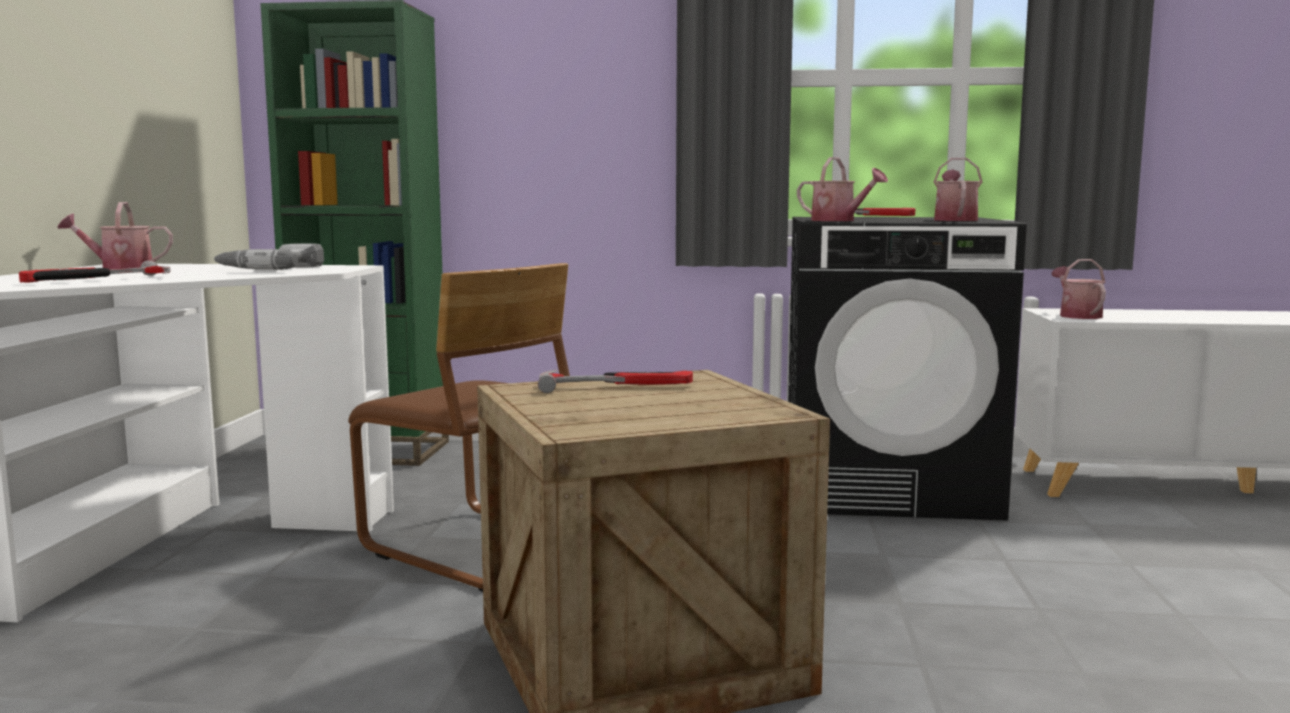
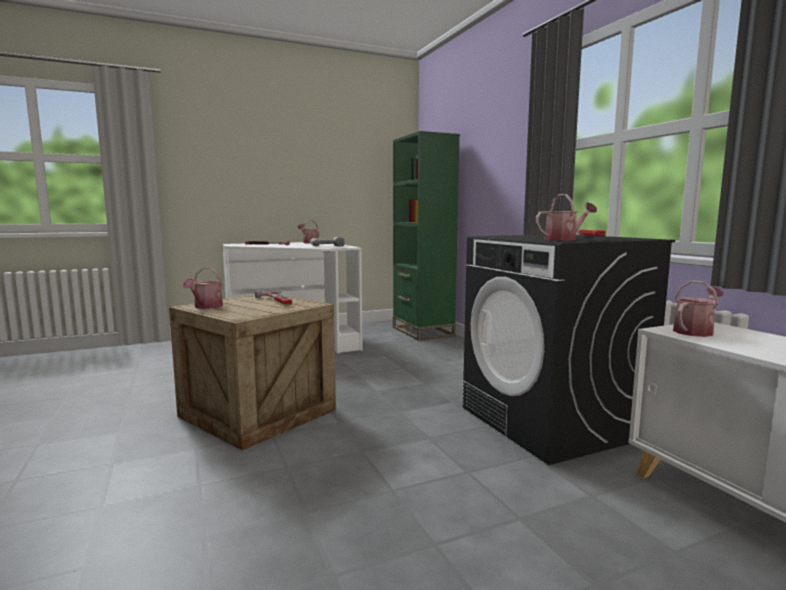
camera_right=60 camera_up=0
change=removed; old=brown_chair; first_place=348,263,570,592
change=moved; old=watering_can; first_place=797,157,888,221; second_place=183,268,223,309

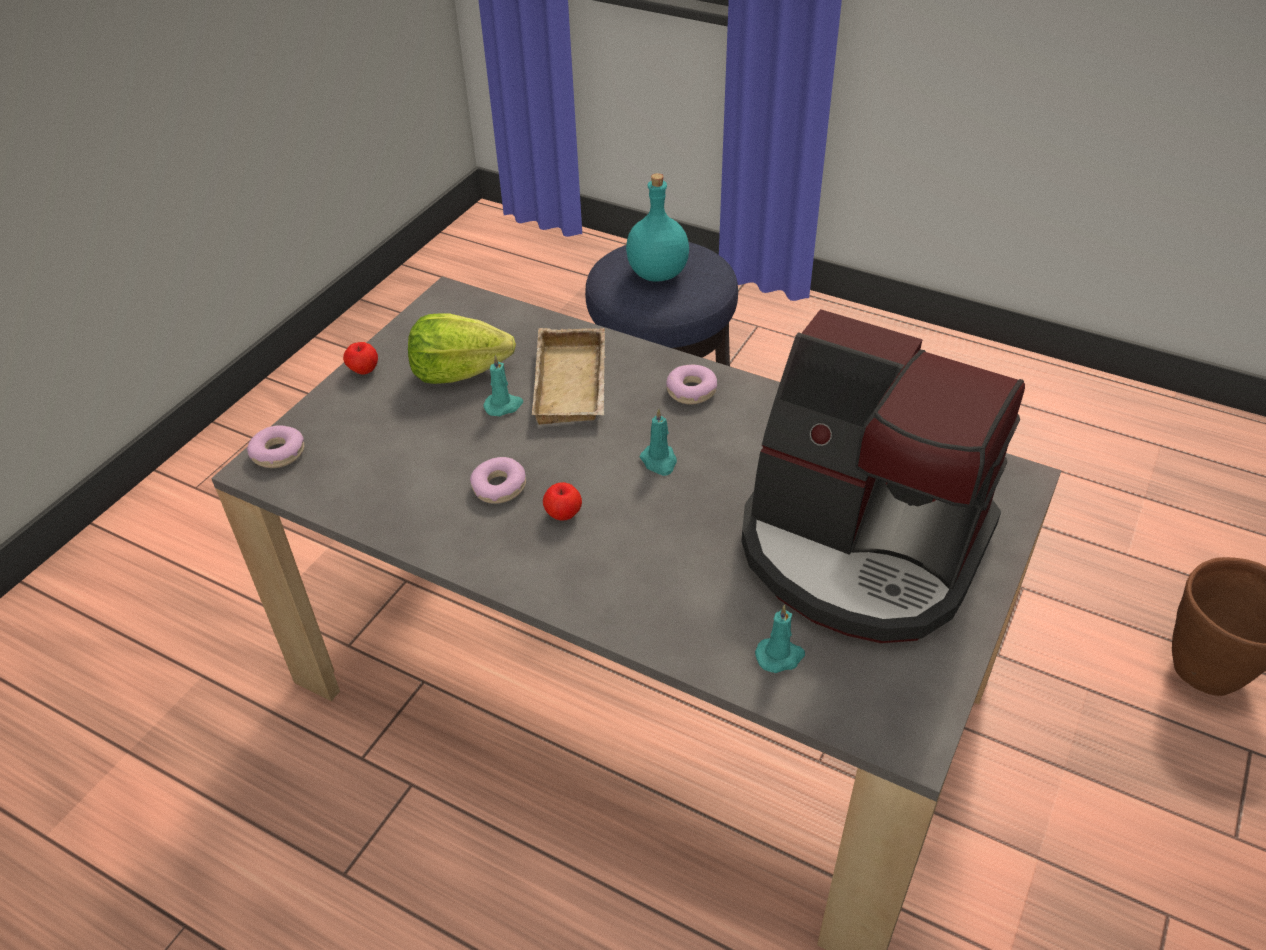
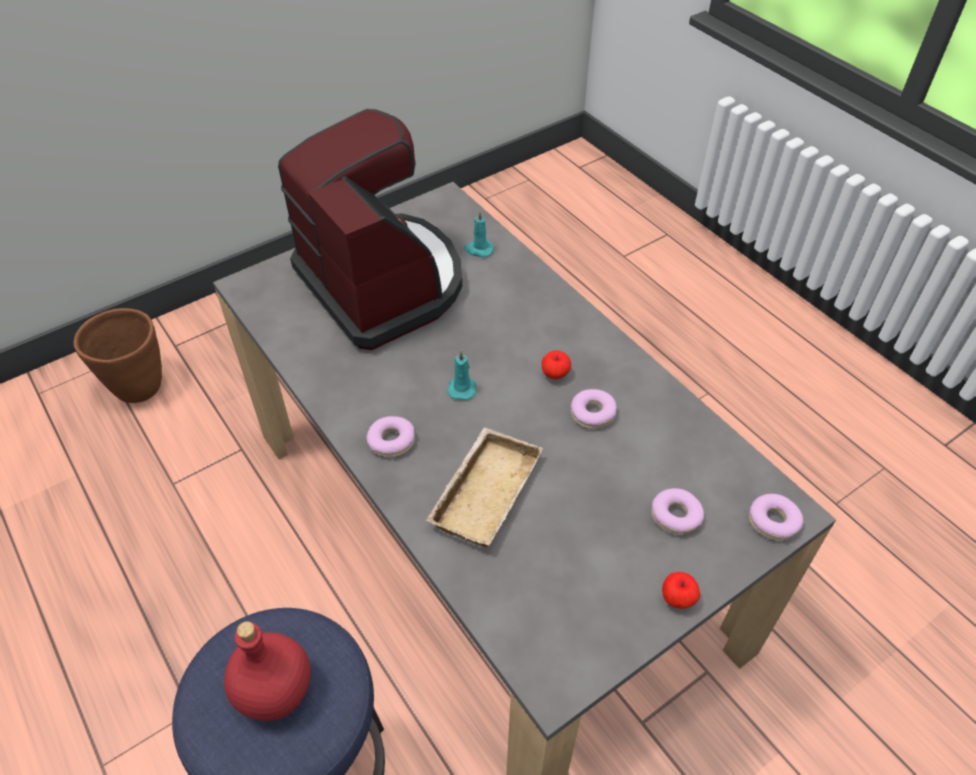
camera_right=-155 camera_up=5
change=removed; old=lettuce; first_place=408,313,516,384
change=removed; old=turquoise_candle; first_place=483,355,523,416
change=recoloured; old=turquoise_bottle; new=red_bottle; first_place=626,173,689,282; second_place=224,621,311,721
change=added; new=donut; second_place=651,488,704,535

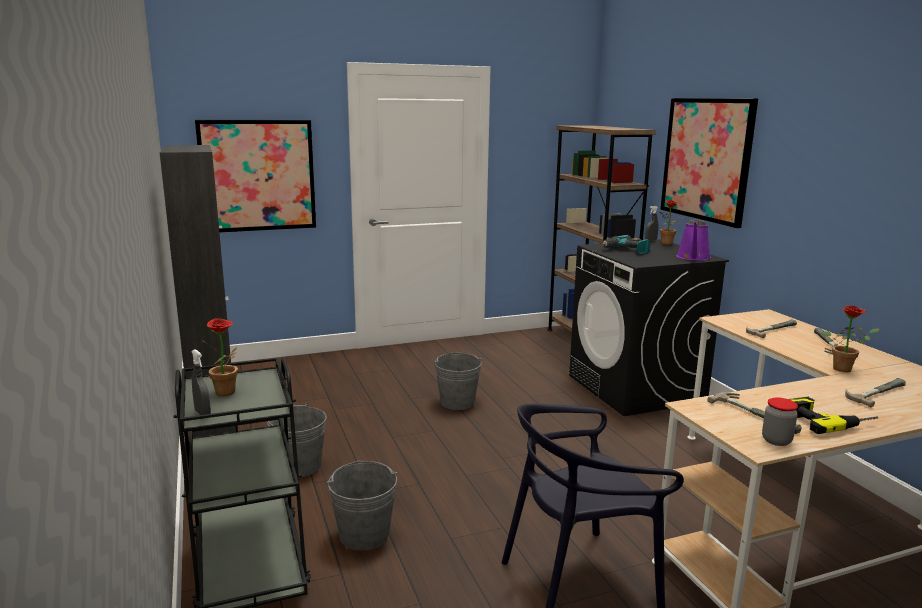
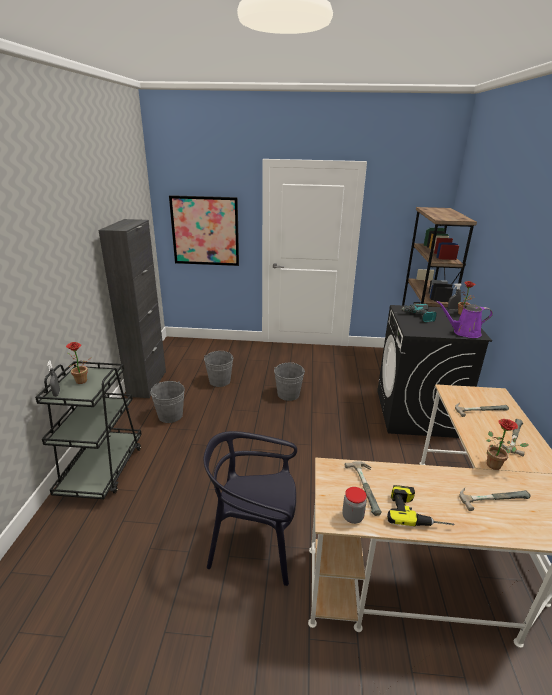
camera_right=25 camera_up=10
change=moved; old=grey_bucket; first_place=327,461,397,551; second_place=204,351,233,387
change=removed; old=picture; first_place=660,98,758,228
change=turned; old=purple_watering_can; first_place=677,219,711,261; second_place=436,301,493,338; degrees=45

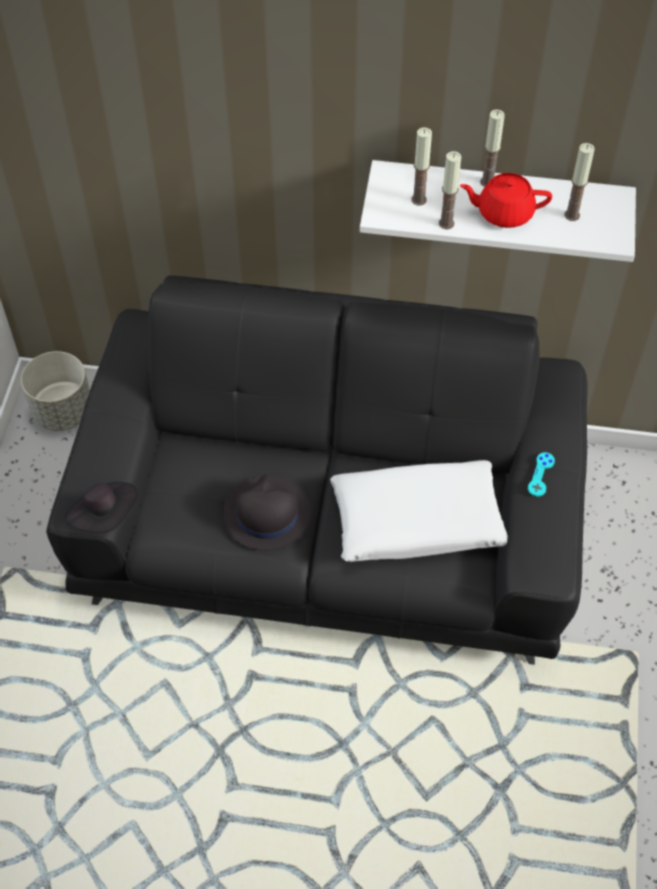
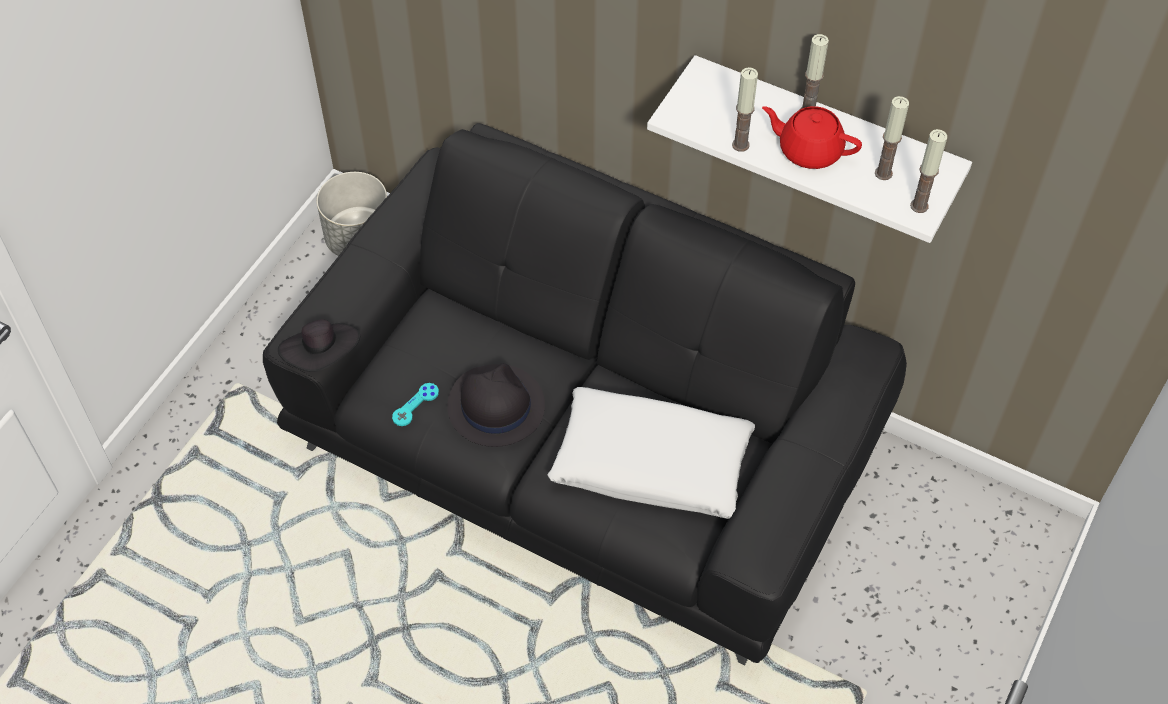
camera_right=20 camera_up=0
change=moved; old=candle; first_place=411,127,432,206; second_place=910,129,947,213
change=moved; old=turquoise_game_controller; first_place=528,452,555,497; second_place=392,383,439,426

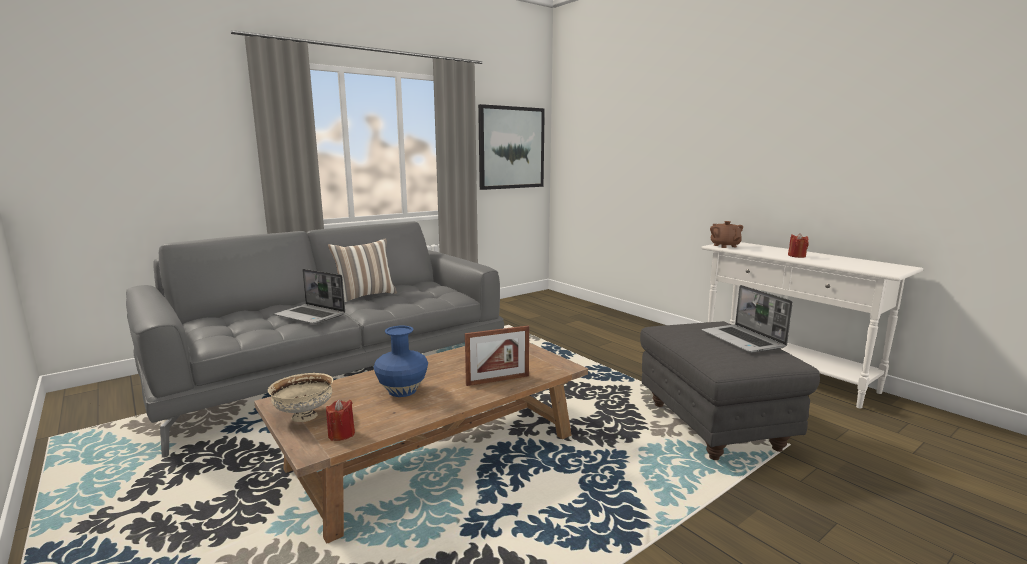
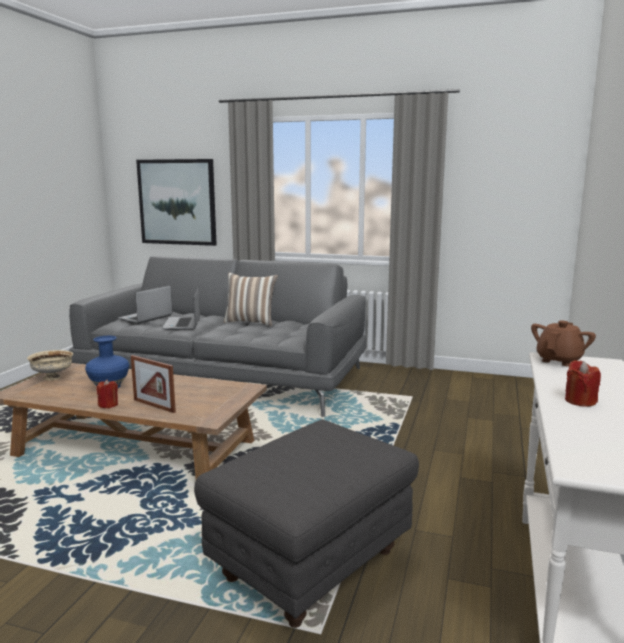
camera_right=55 camera_up=0
change=moved; old=red_candle; first_place=326,399,355,441; second_place=97,379,118,408
change=moved; old=picture; first_place=478,104,545,190; second_place=136,159,217,246
change=moved; old=laptop; first_place=702,285,793,353; second_place=118,286,173,324

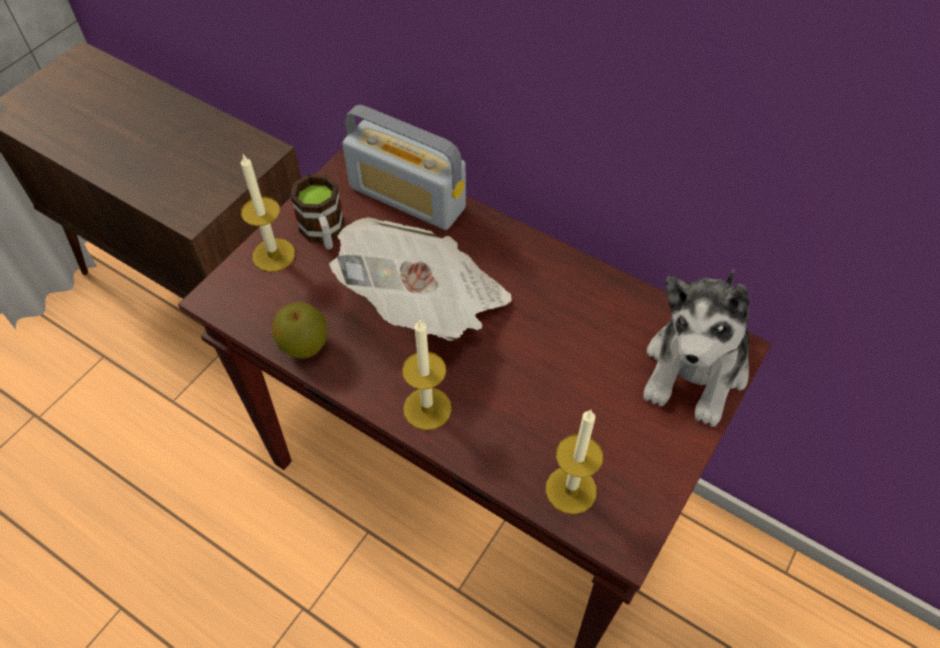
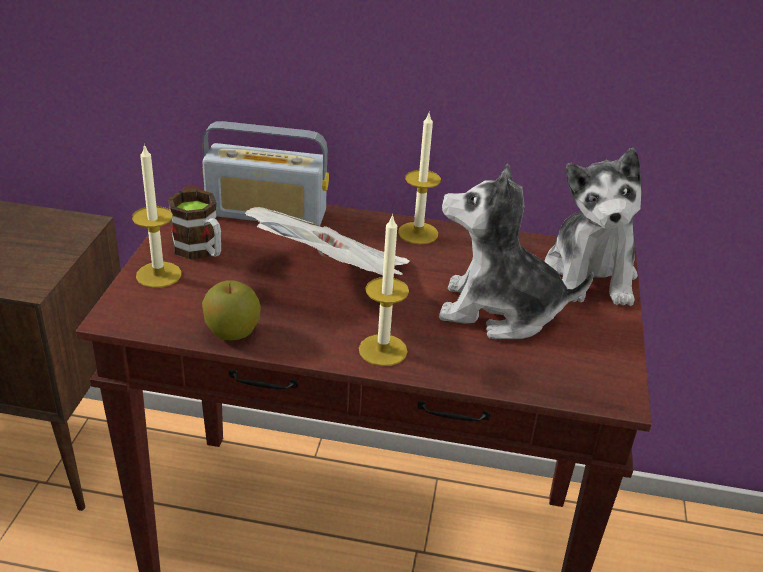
camera_right=-25 camera_up=-20
change=moved; old=candle; first_place=546,410,603,514; second_place=398,111,441,244
change=added; new=plush_toy; second_place=439,164,594,339

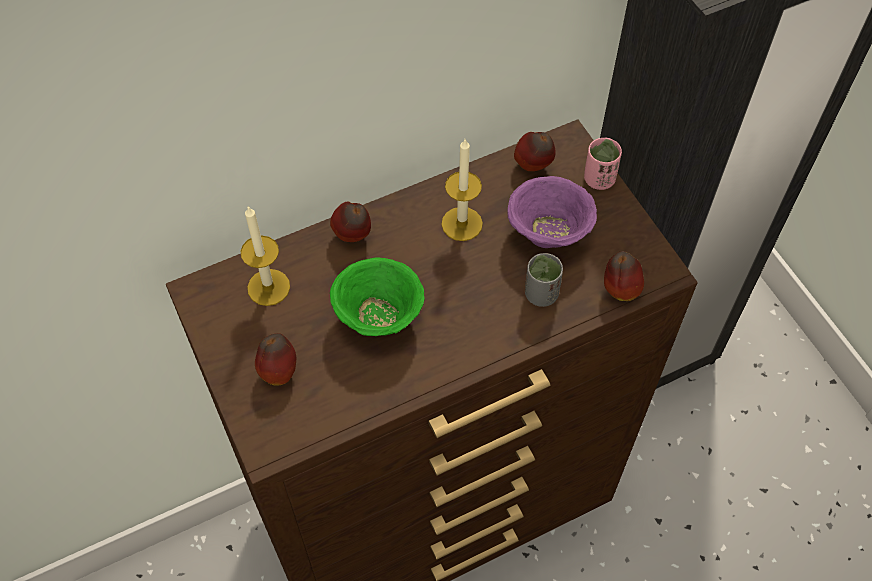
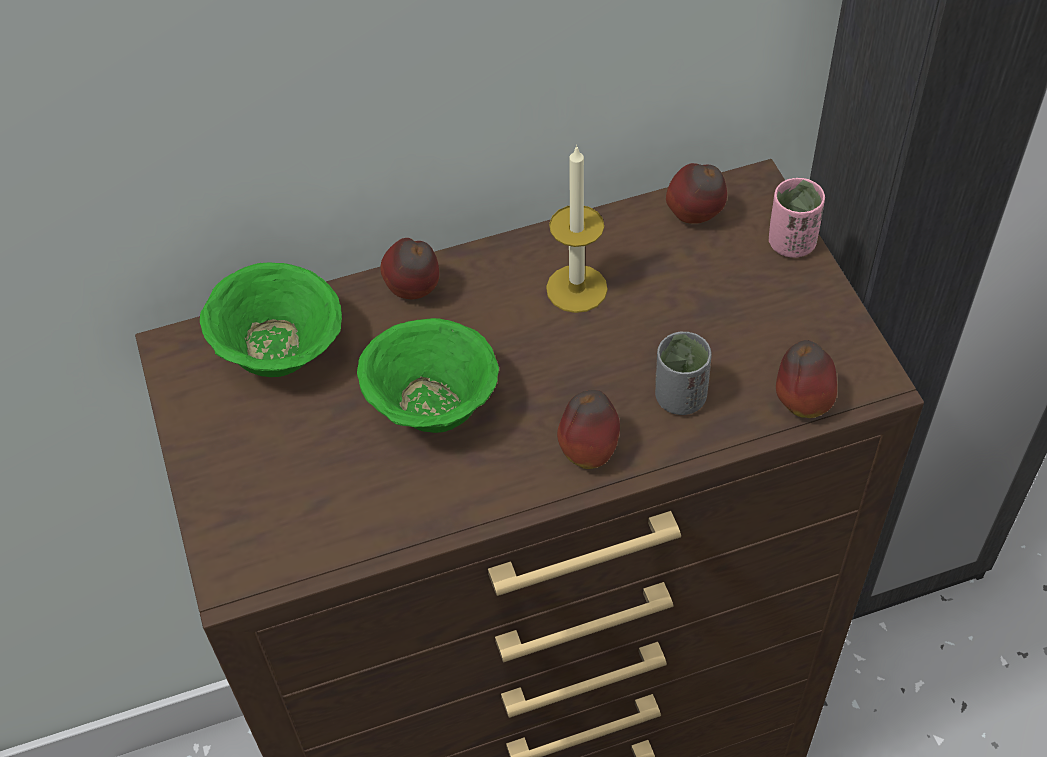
camera_right=10 camera_up=-5
change=replaced; old=candle; new=green_bowl; first_place=241,206,290,306; second_place=200,262,342,377
change=moved; old=apple; first_place=255,333,296,386; second_place=557,390,620,469
change=removed; old=purple_bowl; first_place=507,176,597,248

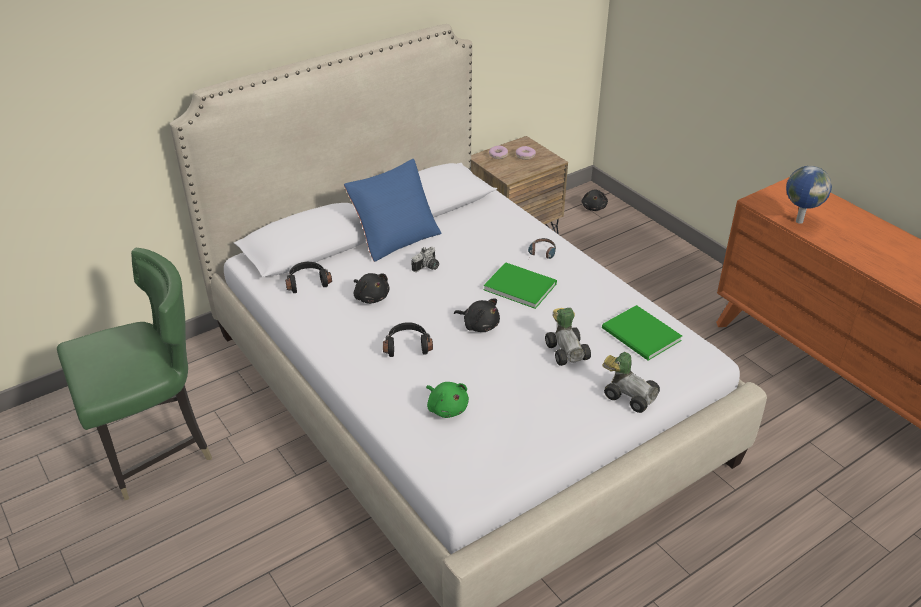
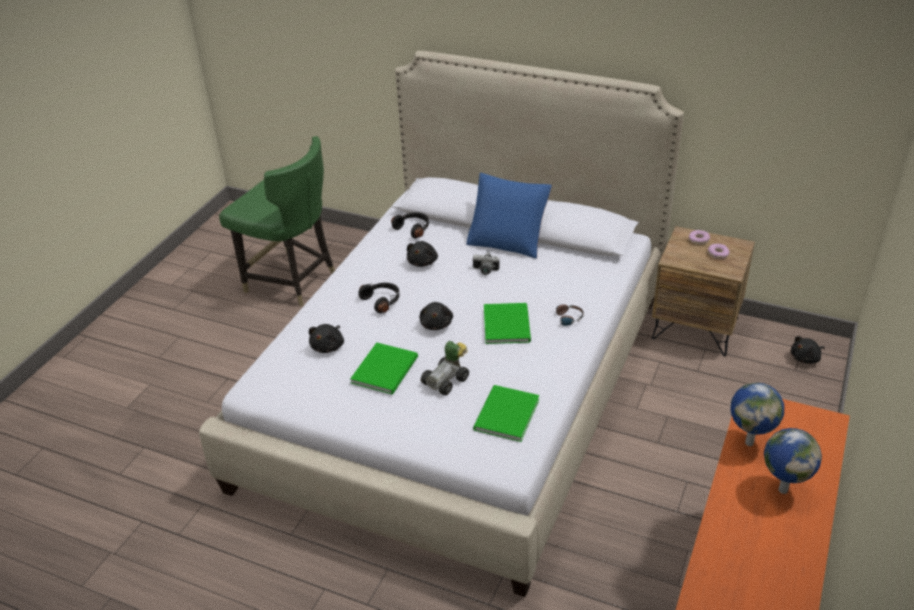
camera_right=60 camera_up=0
change=recoloured; old=green_plush_toy; new=black_plush_toy; first_place=426,382,469,418; second_place=309,324,344,353
change=removed; old=toy_car; first_place=602,352,660,413
change=added; new=green_book; second_place=350,342,418,394
change=added; new=globe; second_place=764,428,822,494

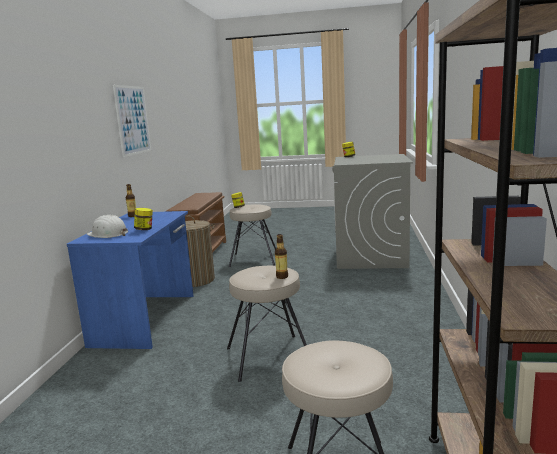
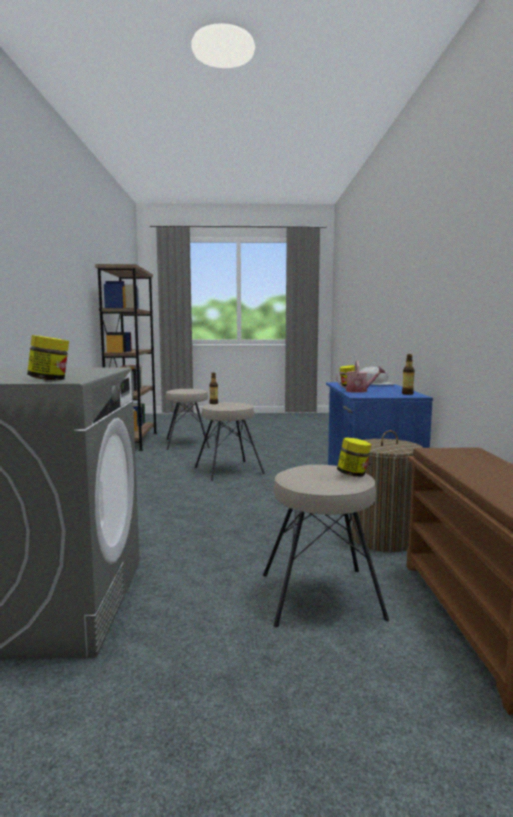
camera_right=170 camera_up=-5
change=removed; old=picture; first_place=113,85,151,157
change=added; new=watering_can; second_place=336,361,386,393

